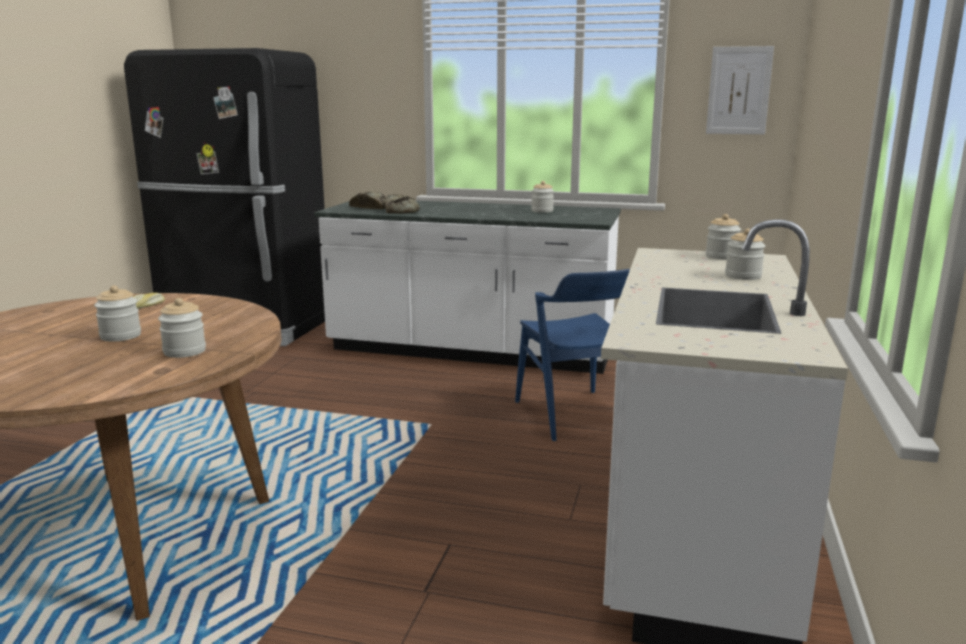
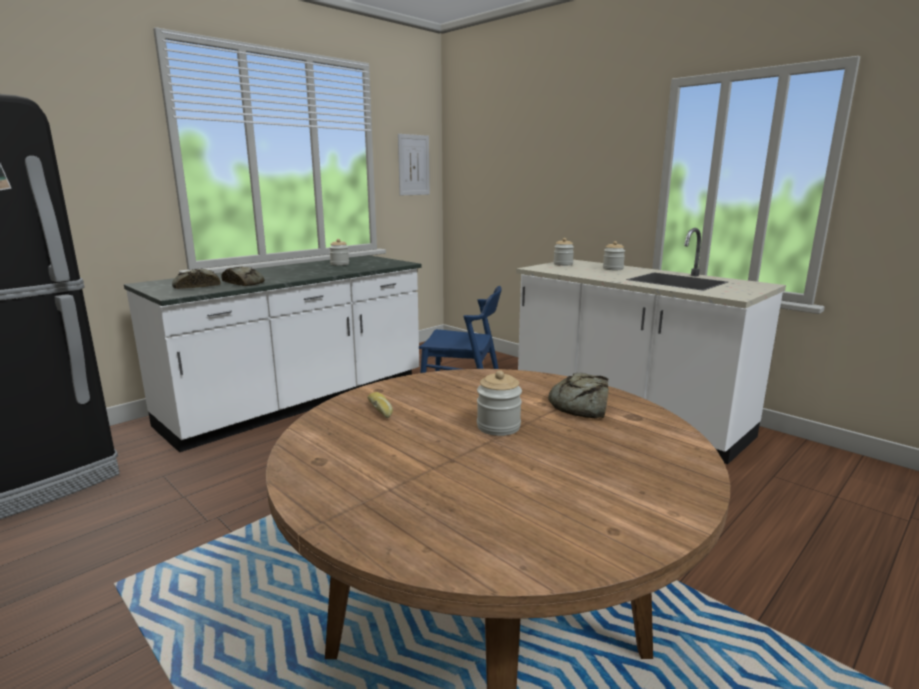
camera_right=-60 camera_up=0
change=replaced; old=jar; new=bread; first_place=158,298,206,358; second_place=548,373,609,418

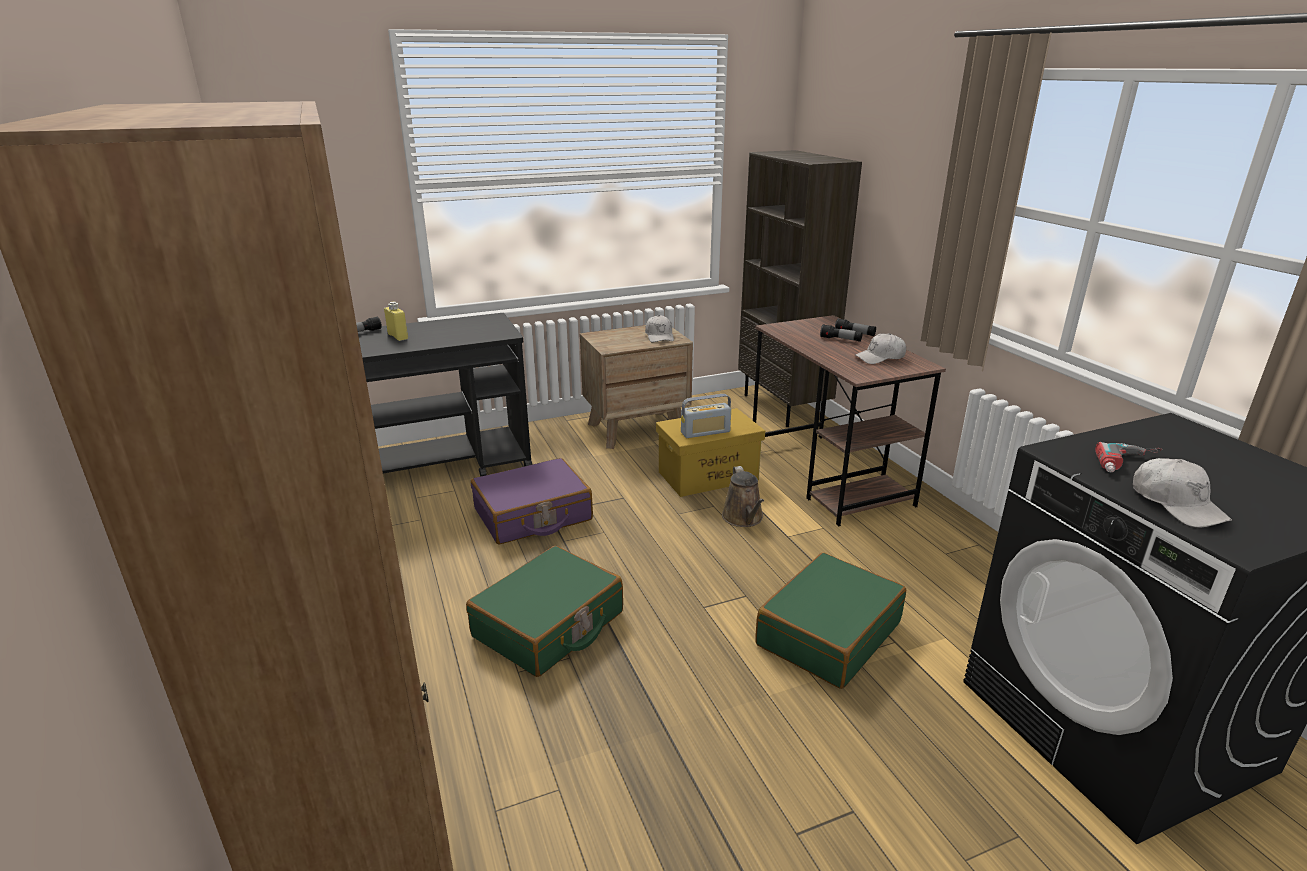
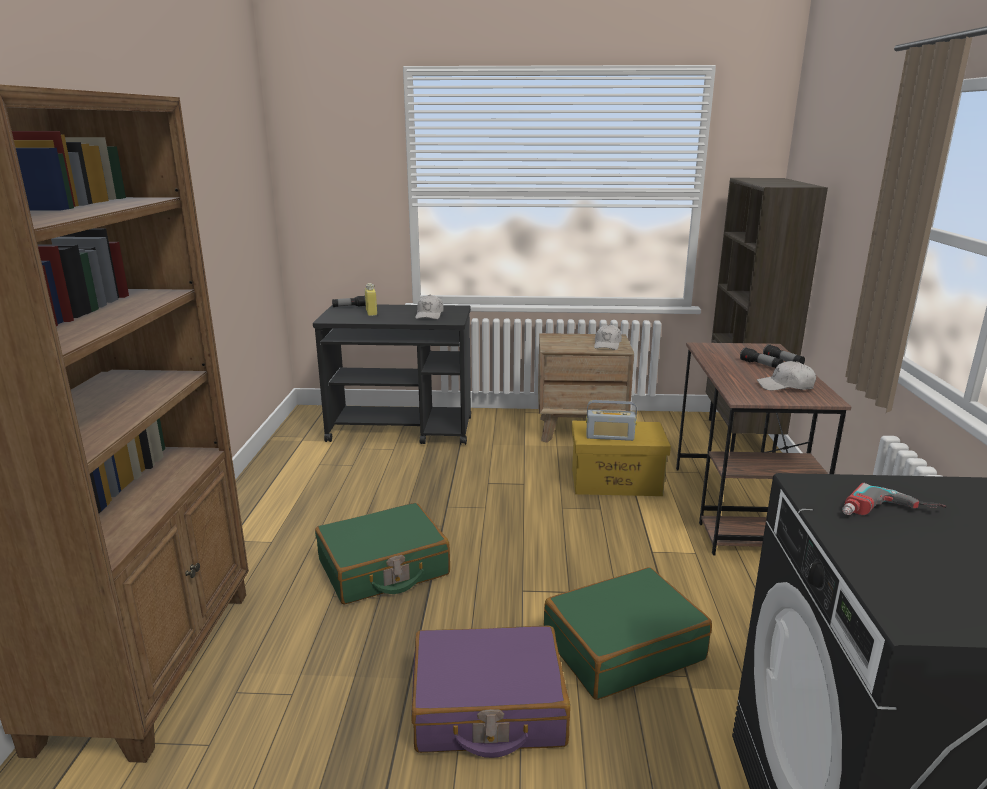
camera_right=25 camera_up=-5
change=moved; old=purple_suitcase; first_place=471,458,593,544; second_place=411,625,570,758
change=removed; old=brown_watering_can; first_place=722,466,764,527
change=moved; old=white_cap; first_place=1133,458,1232,528; second_place=415,295,444,319

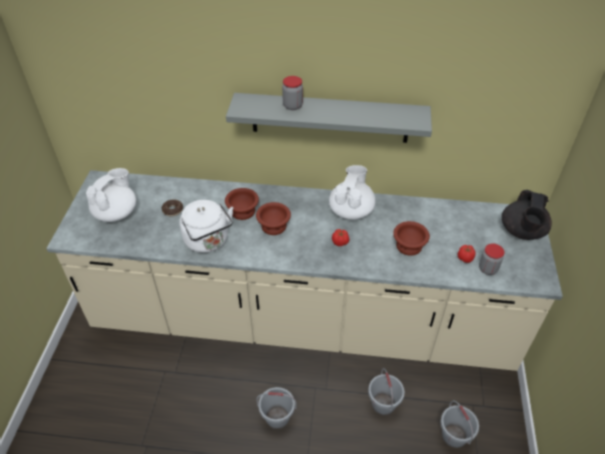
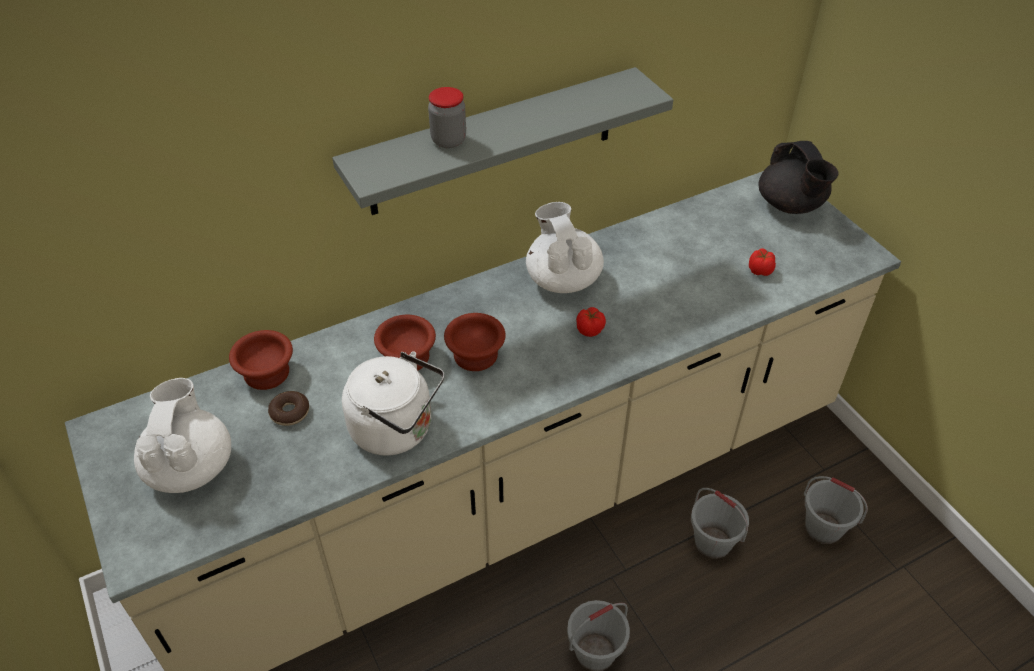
camera_right=-35 camera_up=0
change=moved; old=brown_bowl; first_place=393,221,430,256; second_place=229,330,293,390
change=removed; old=jar; first_place=479,243,505,275

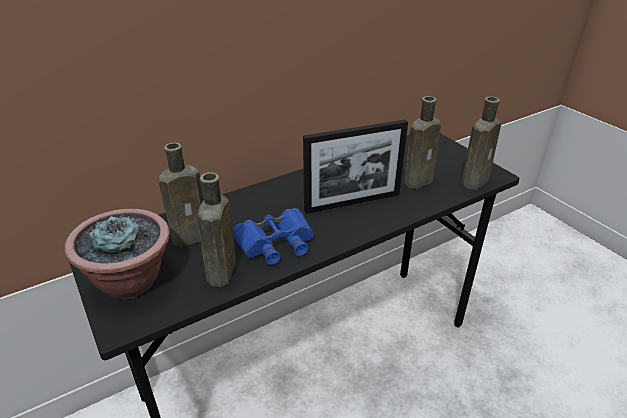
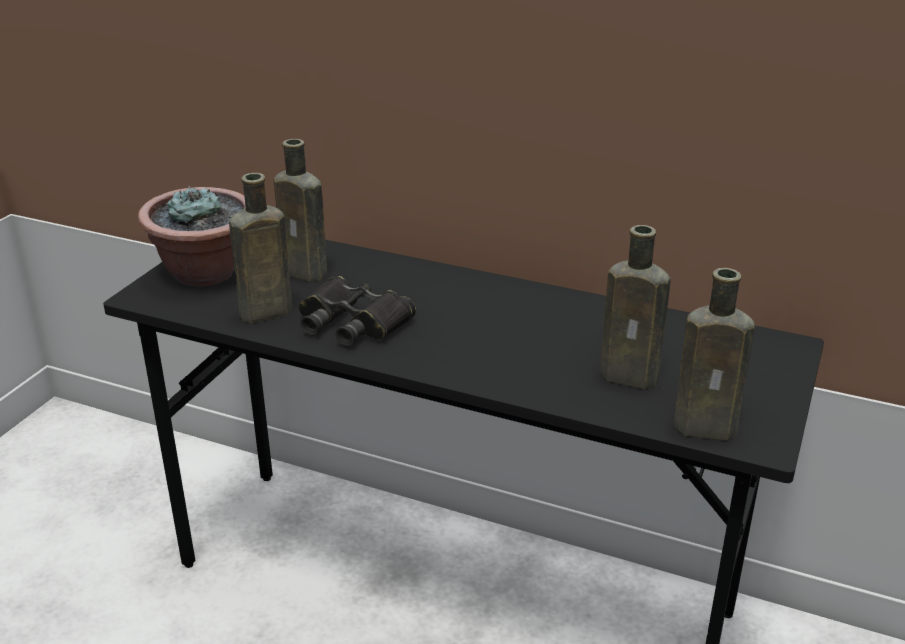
camera_right=55 camera_up=-5
change=recoloured; old=blue_binoculars; new=black_binoculars; first_place=233,208,314,265; second_place=298,276,416,347
change=removed; old=picture_frame; first_place=303,120,408,214

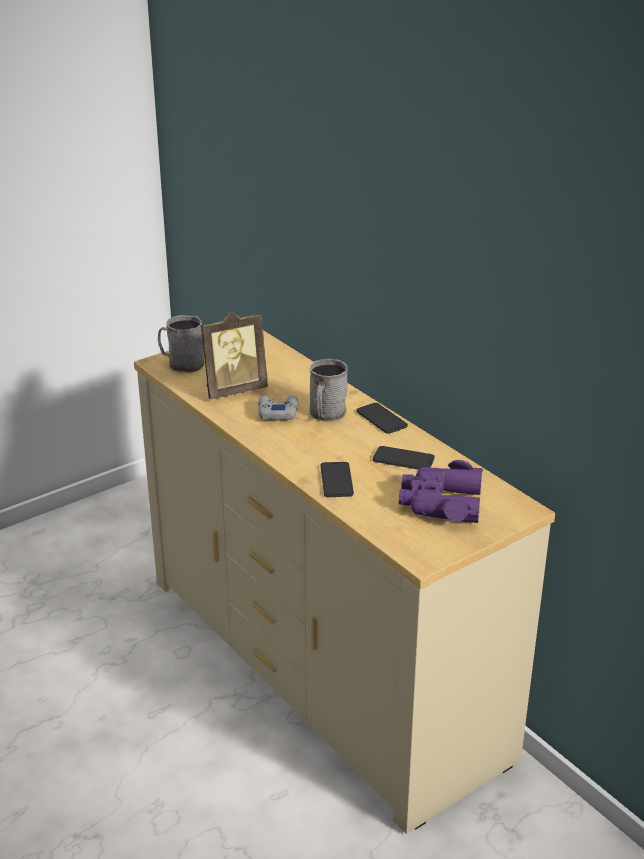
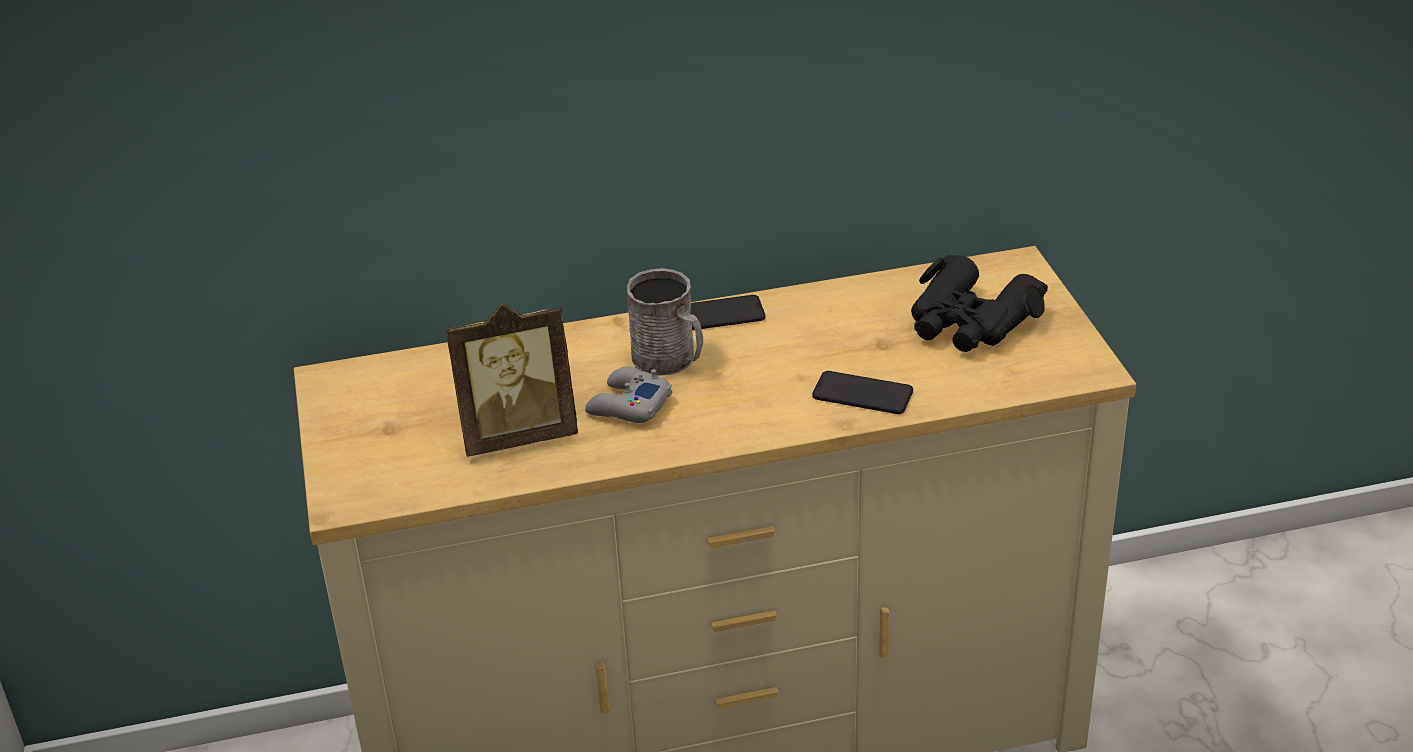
camera_right=-65 camera_up=5
change=removed; old=grey_mug; first_place=158,315,204,373
change=turned; old=picture_frame; first_place=201,311,268,399; second_place=445,304,578,457; degrees=75
change=removed; old=phone; first_place=373,446,435,469
change=recoloured; old=purple_binoculars; new=black_binoculars; first_place=399,460,483,523; second_place=911,255,1048,352

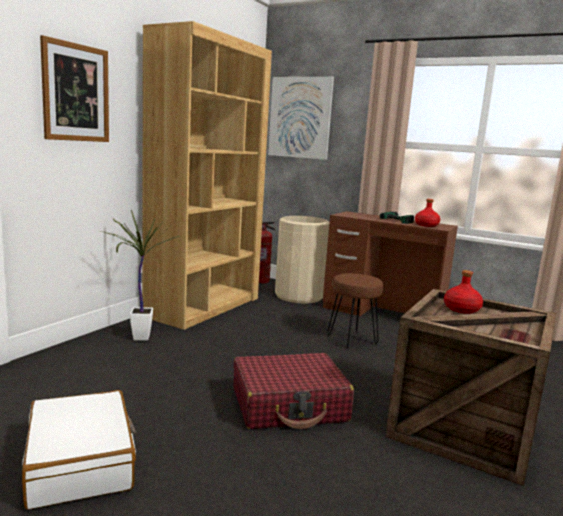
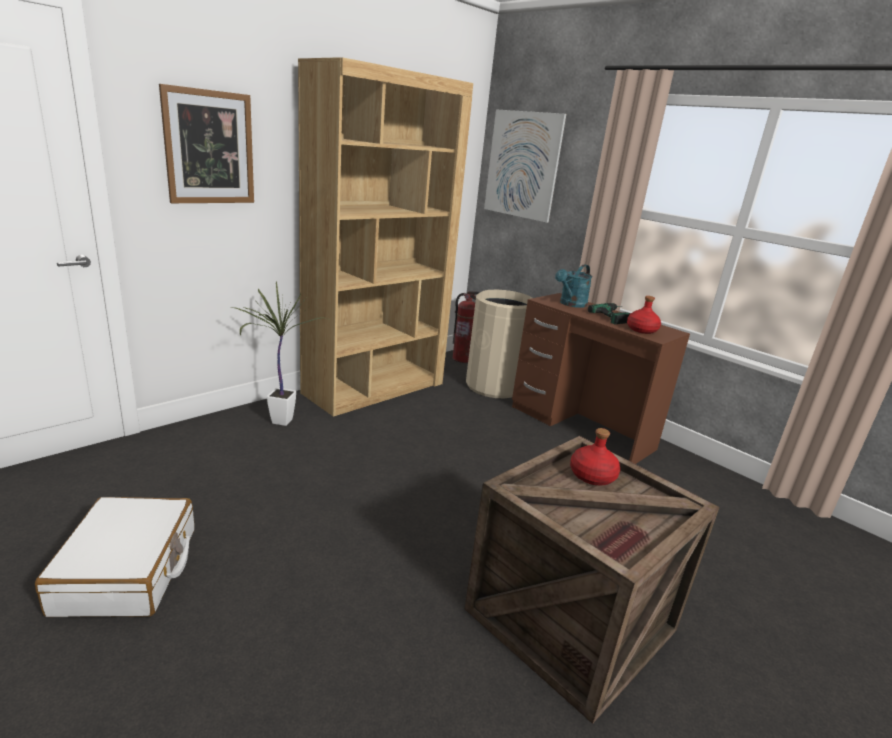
camera_right=15 camera_up=10
change=removed; old=red_suitcase; first_place=233,353,354,429
change=removed; old=brown_stool; first_place=327,273,383,349
change=added; new=turquoise_watering_can; second_place=555,264,592,308

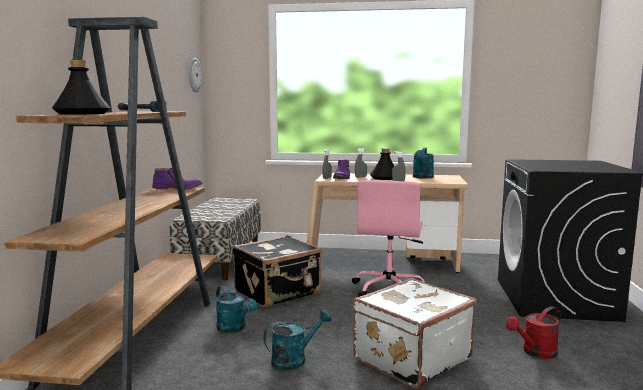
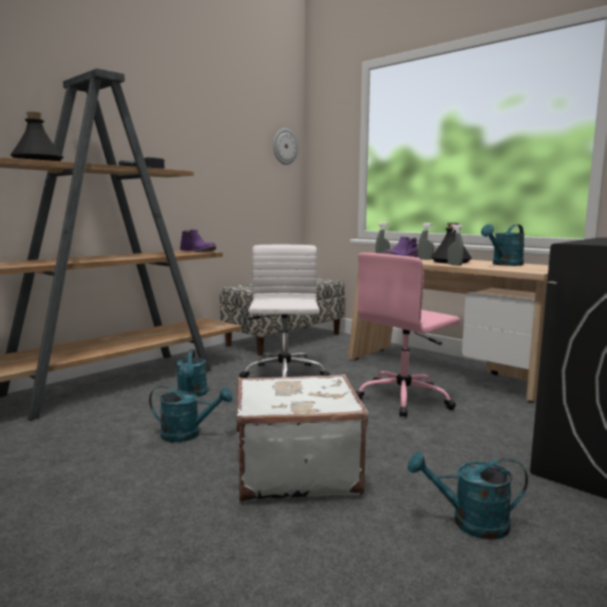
camera_right=35 camera_up=0
change=replaced; old=black_suitcase; new=white_office_chair; first_place=232,235,322,307; second_place=239,245,330,378
change=recoloured; old=red_watering_can; new=turquoise_watering_can; first_place=506,306,561,359; second_place=408,452,528,540

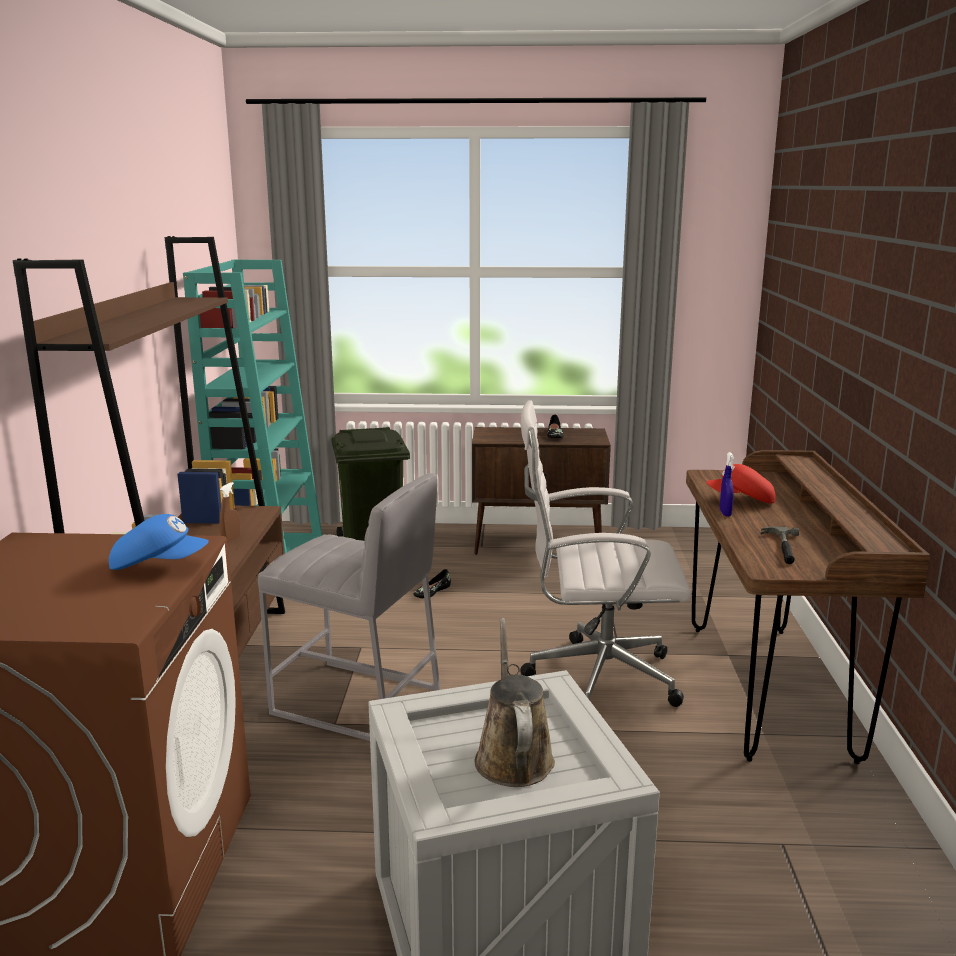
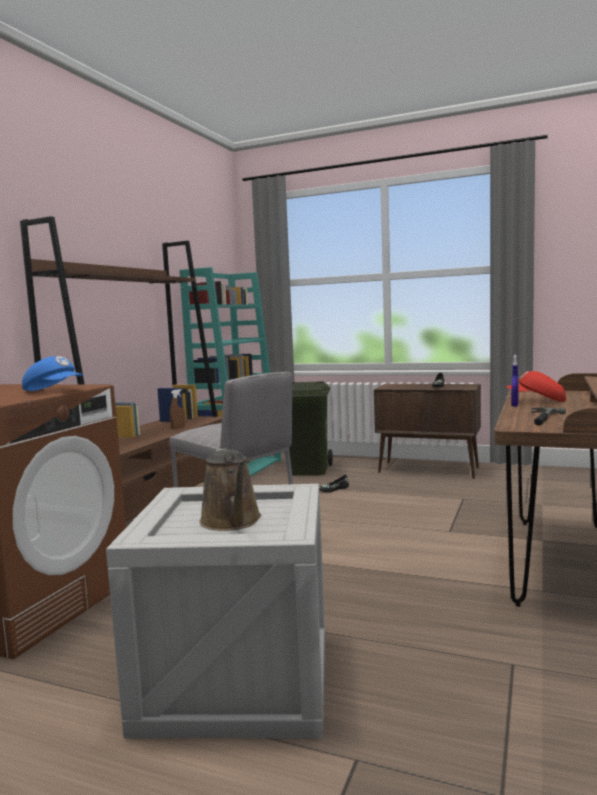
camera_right=20 camera_up=-10
change=turned; old=brown_watering_can; first_place=475,618,555,787; second_place=199,448,261,531; degrees=150
change=removed; old=white_office_chair; first_place=520,400,691,707

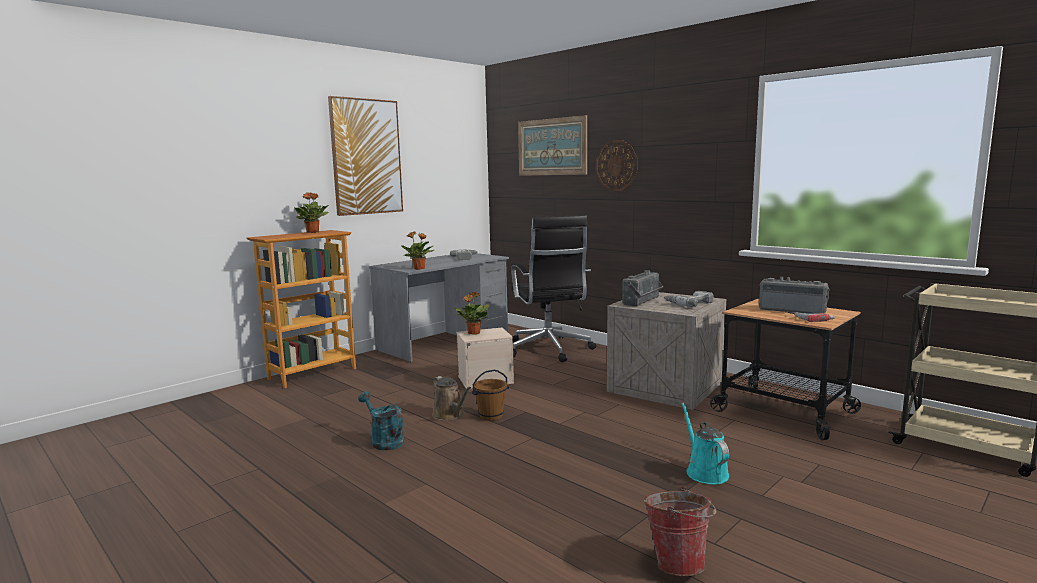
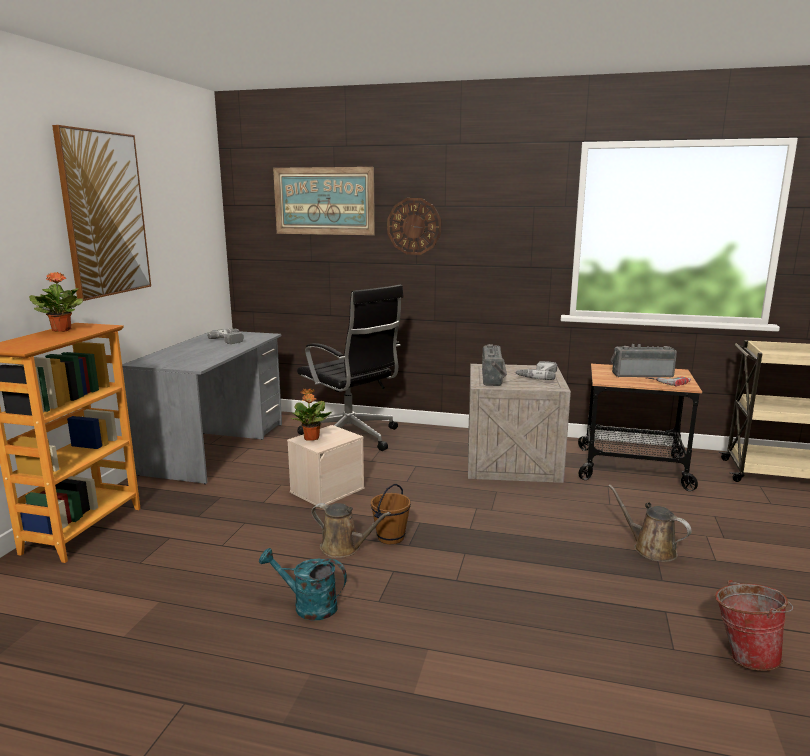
camera_right=-30 camera_up=5
change=removed; old=potted_plant; first_place=401,231,434,270
change=recoloured; old=turquoise_watering_can; new=brown_watering_can; first_place=681,403,729,484; second_place=608,484,691,562

